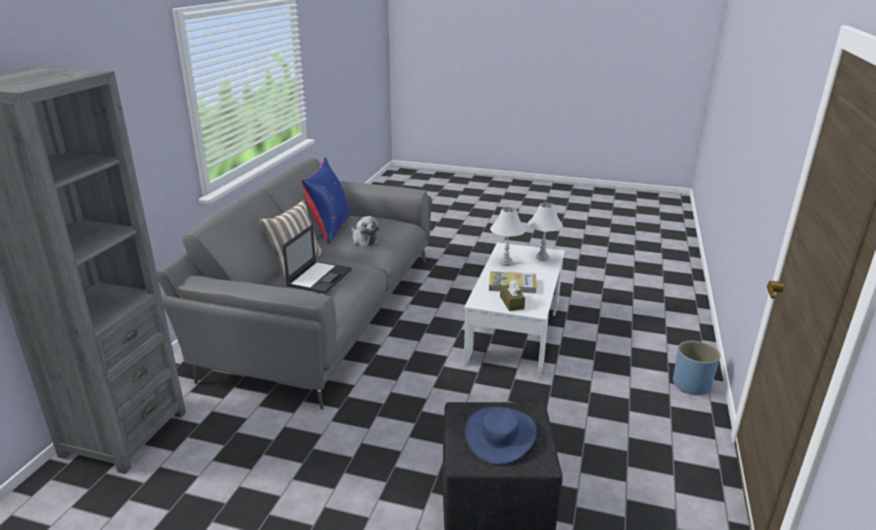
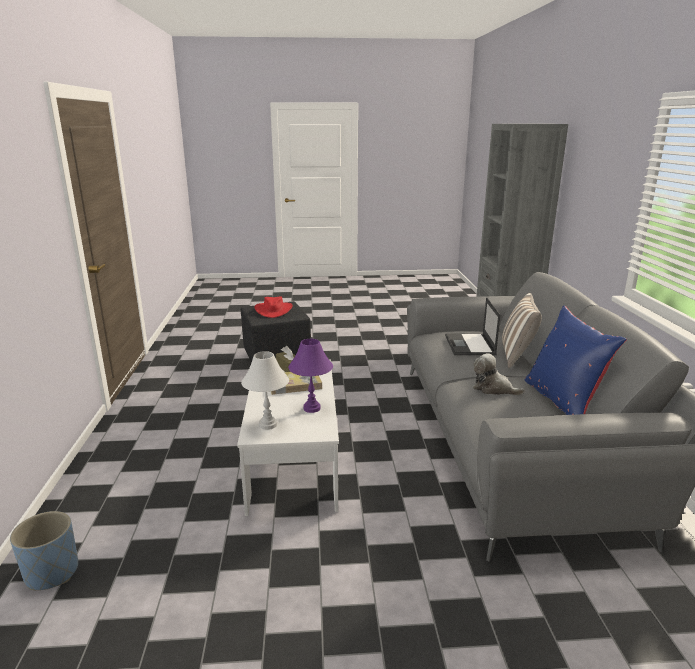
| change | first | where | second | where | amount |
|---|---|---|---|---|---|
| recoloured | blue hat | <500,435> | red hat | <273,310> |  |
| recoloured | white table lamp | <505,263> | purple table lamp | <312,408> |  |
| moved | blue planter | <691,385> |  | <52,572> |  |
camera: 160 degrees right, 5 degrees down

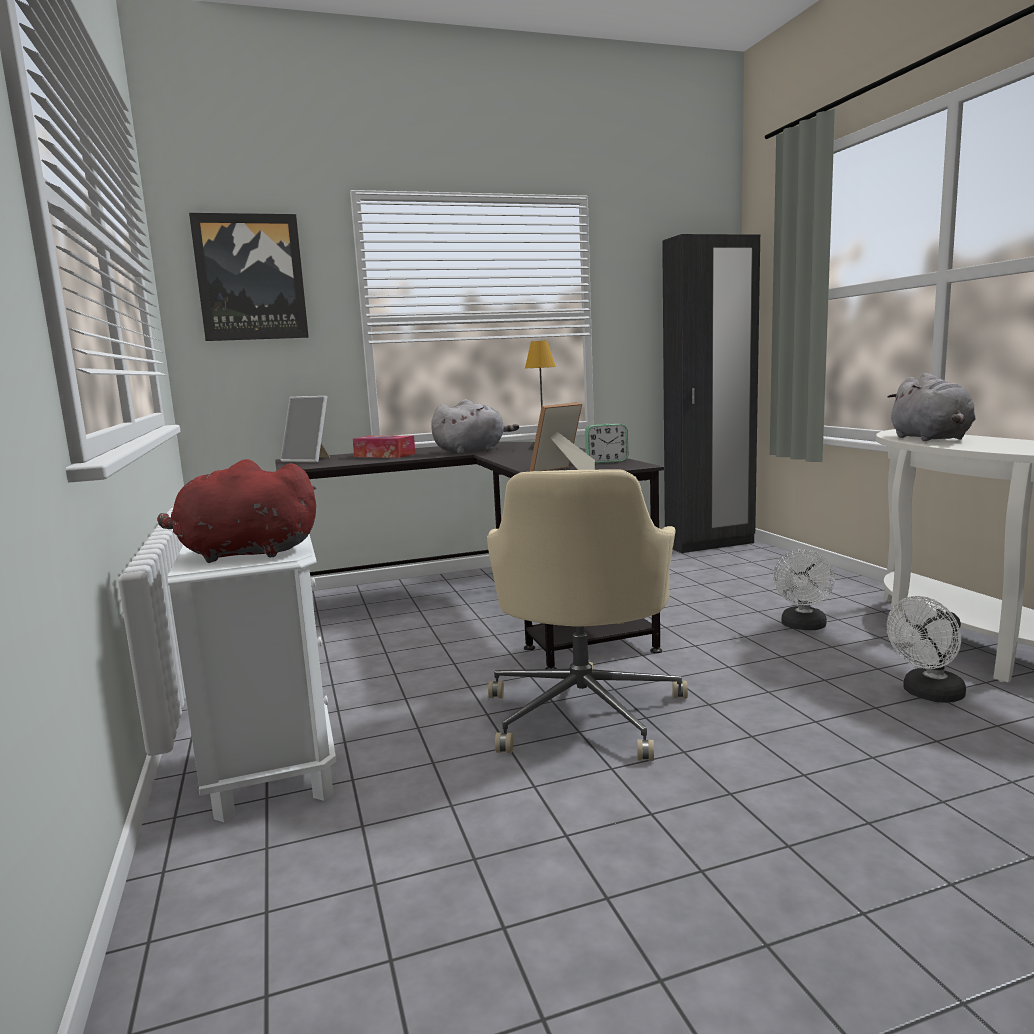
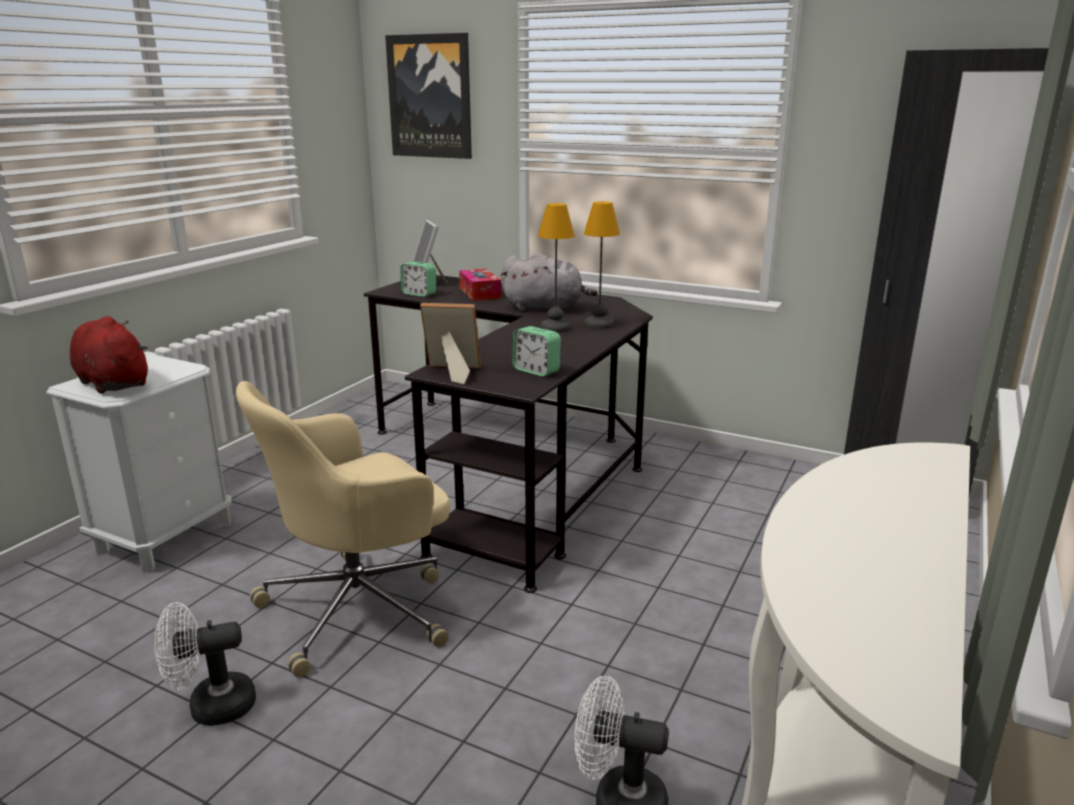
| change | first | where | second | where | amount |
|---|---|---|---|---|---|
| moved | white fan | <803,626> |  | <211,707> |  |
| removed | grey plush toy | <931,439> |  |  |  |
| added |  |  | alarm clock | <419,294> |  |
| added |  |  | table lamp | <554,328> |  |
camera: 45 degrees right, 10 degrees up

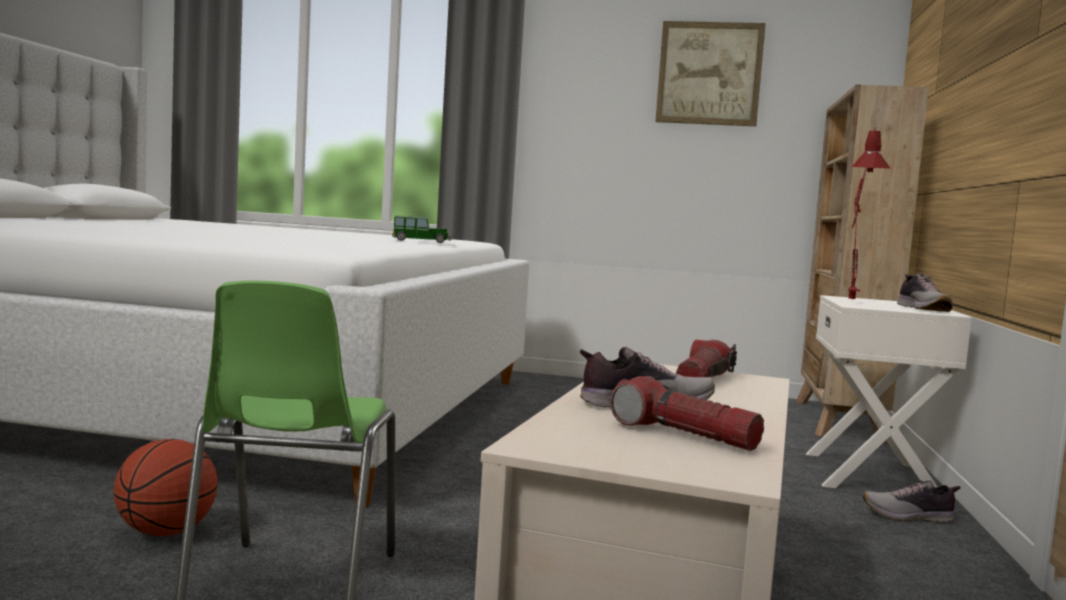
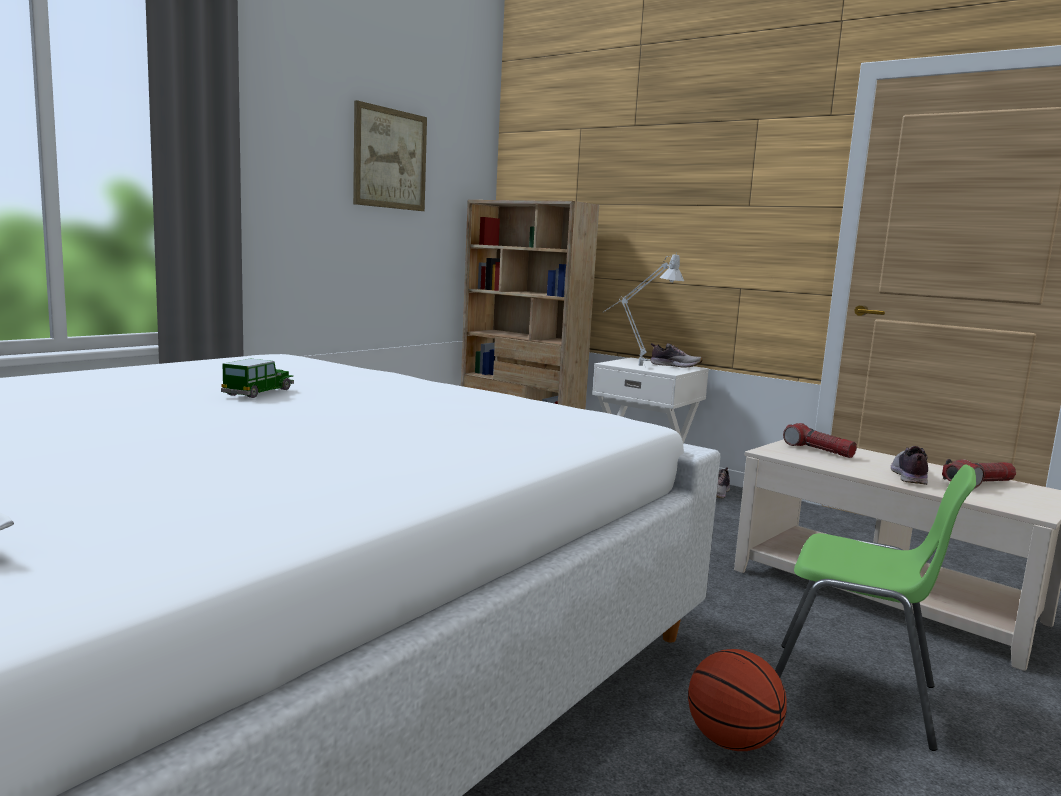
| change | first | where | second | where | amount |
|---|---|---|---|---|---|
| moved | toy car | <421,241> |  | <259,392> |  |
| recoloured | red table lamp | <850,300> | grey table lamp | <635,366> |  |
camera: 65 degrees left, 5 degrees up

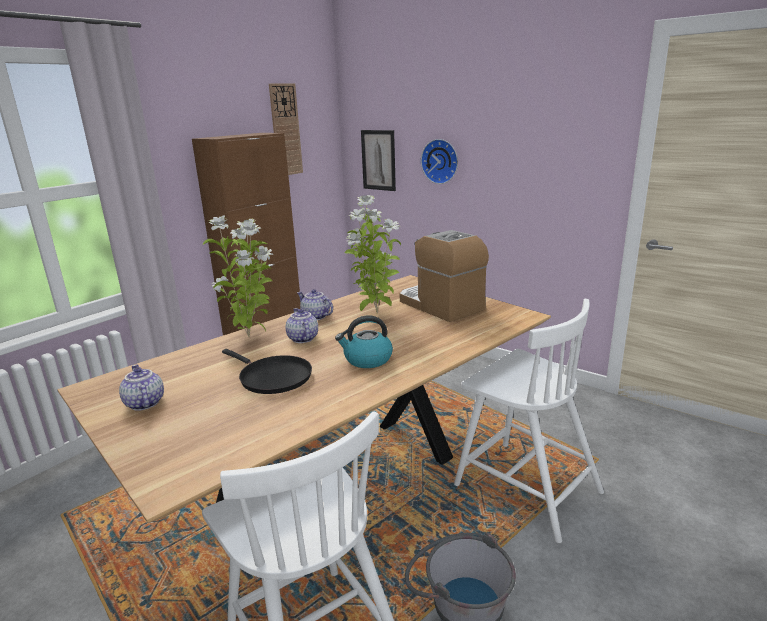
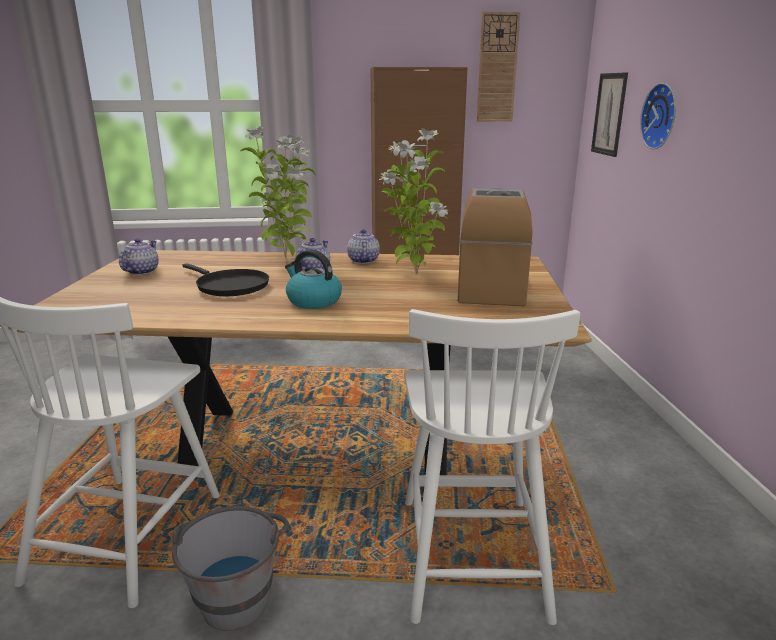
| change | first | where | second | where | amount |
|---|---|---|---|---|---|
| turned | black frying pan | <272,377> |  | <229,286> | 45 degrees counterclockwise |
camera: 45 degrees right, 0 degrees up

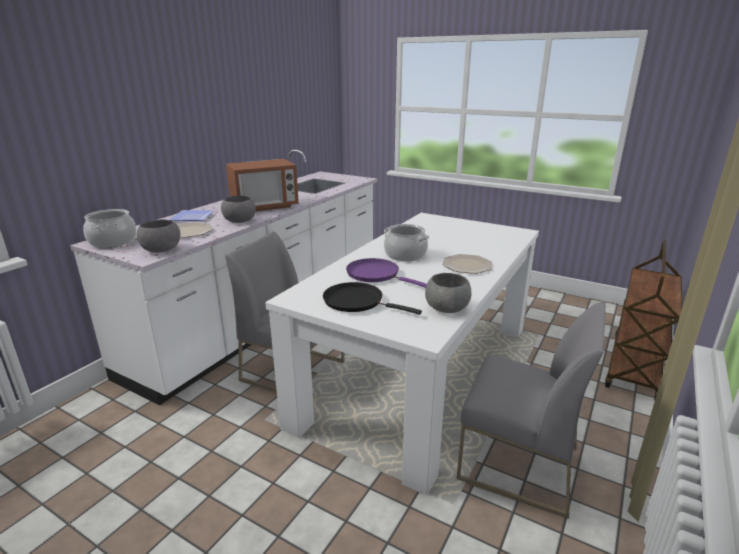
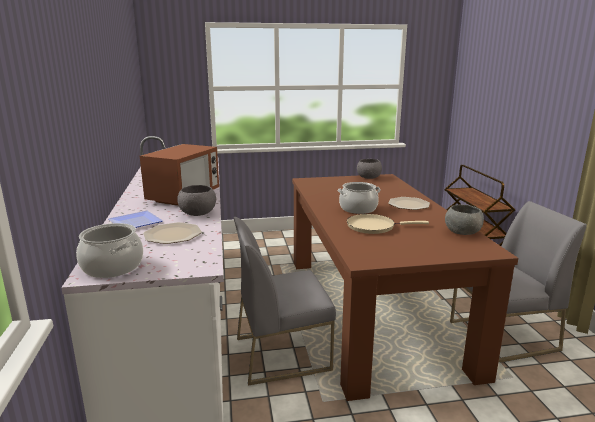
| change | first | where | second | where | amount |
|---|---|---|---|---|---|
| moved | grey bowl | <162,250> |  | <369,177> |  |
| recoloured | white dining table | <420,371> | brown dining table | <372,309> |  |
| removed | black frying pan | <357,302> |  |  |  |
| recoloured | purple frying pan | <376,274> | beige frying pan | <374,227> |  |
camera: 40 degrees left, 5 degrees down

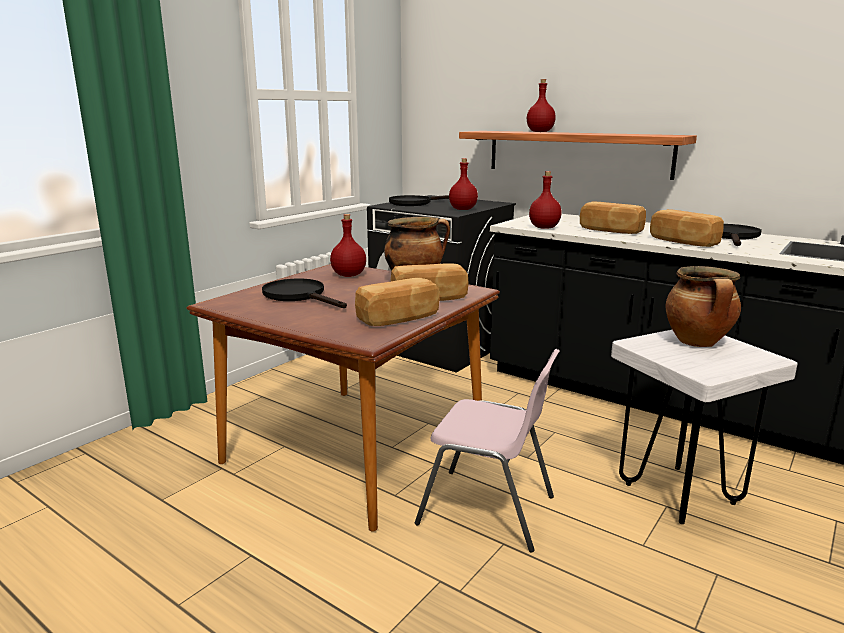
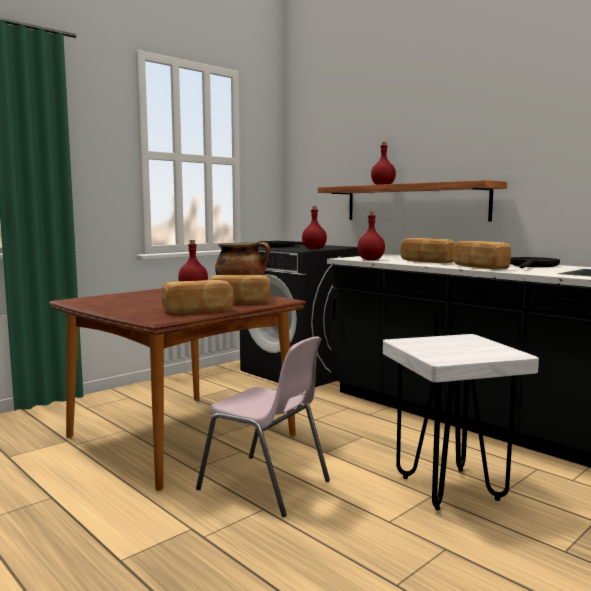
| change | first | where | second | where | amount |
|---|---|---|---|---|---|
| removed | black frying pan | <299,296> |  |  |  |
| removed | cooking pot | <698,342> |  |  |  |
camera: 10 degrees right, 10 degrees down

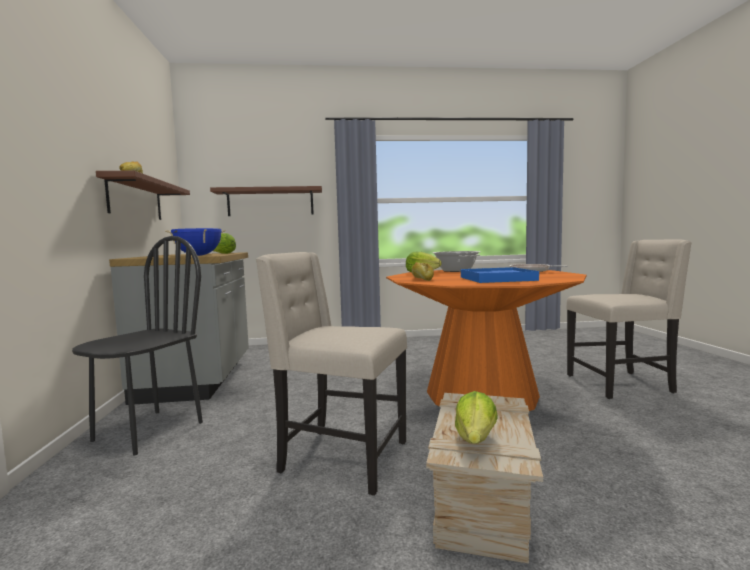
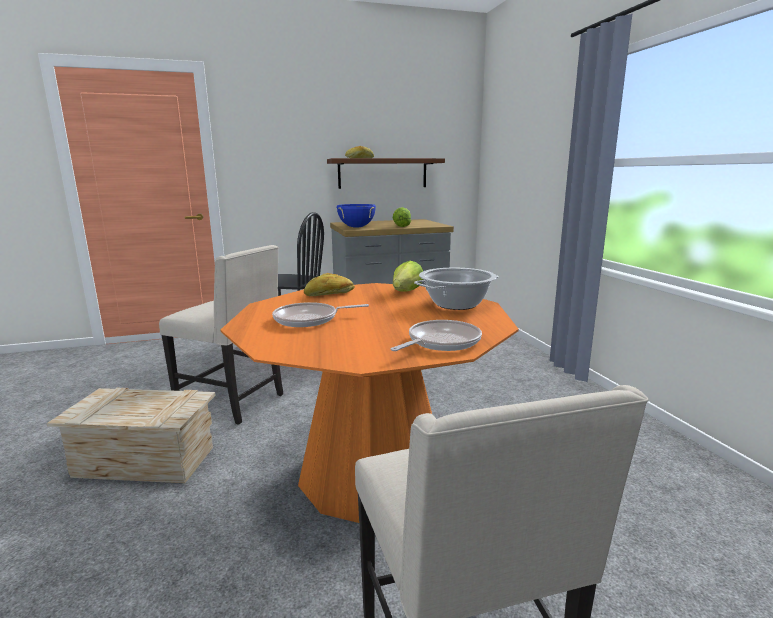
| change | first | where | second | where | amount |
|---|---|---|---|---|---|
| removed | brown shelf | <270,202> |  |  |  |
| turned | beige chair | <341,458> |  | <234,402> | 105 degrees clockwise |
| removed | lettuce | <476,439> |  |  |  |
| replaced | blue tray | <497,279> | frying pan | <310,319> |  |
camera: 80 degrees right, 10 degrees up

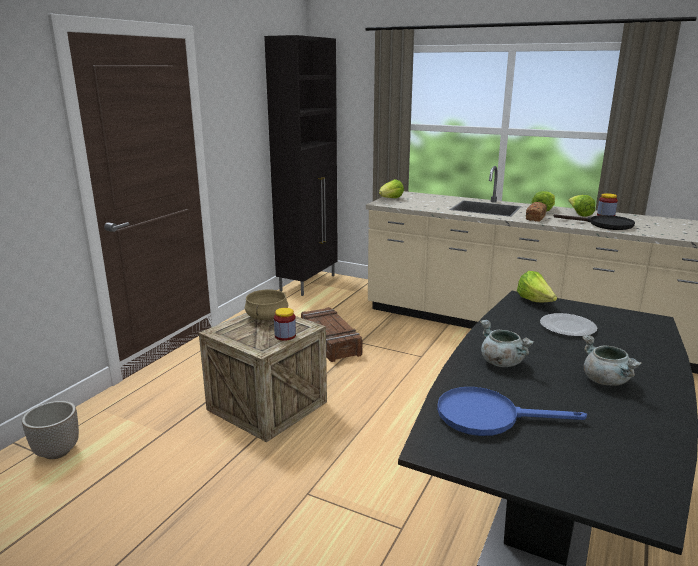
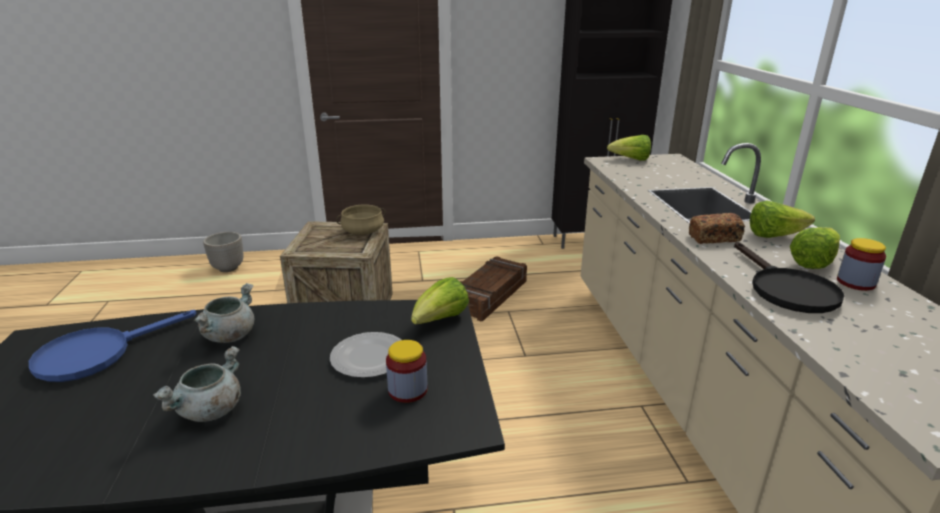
| change | first | where | second | where | amount |
|---|---|---|---|---|---|
| moved | jar | <285,336> |  | <407,390> |  |
| turned | blue frying pan | <488,416> |  | <97,353> | 105 degrees counterclockwise |
camera: 55 degrees right, 5 degrees up

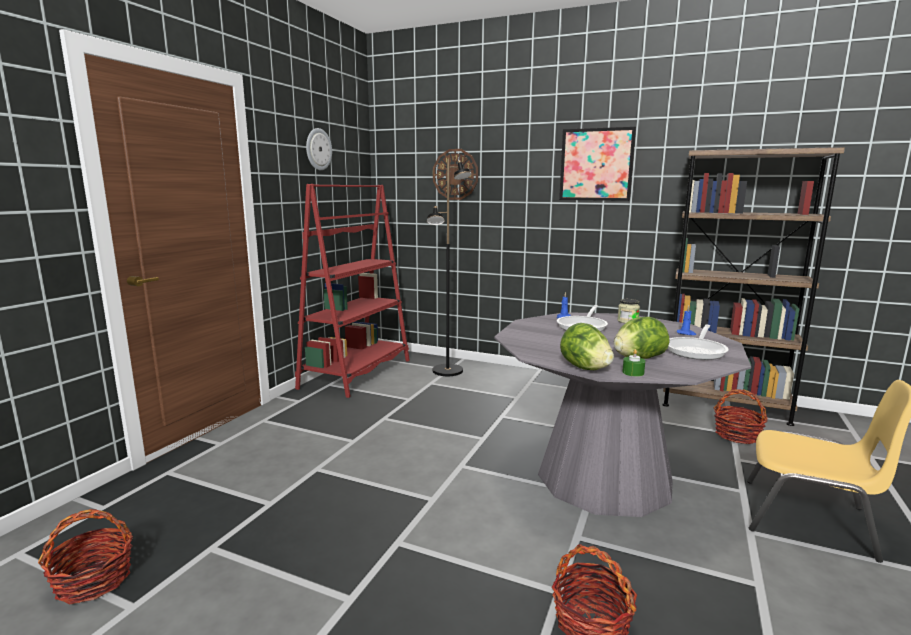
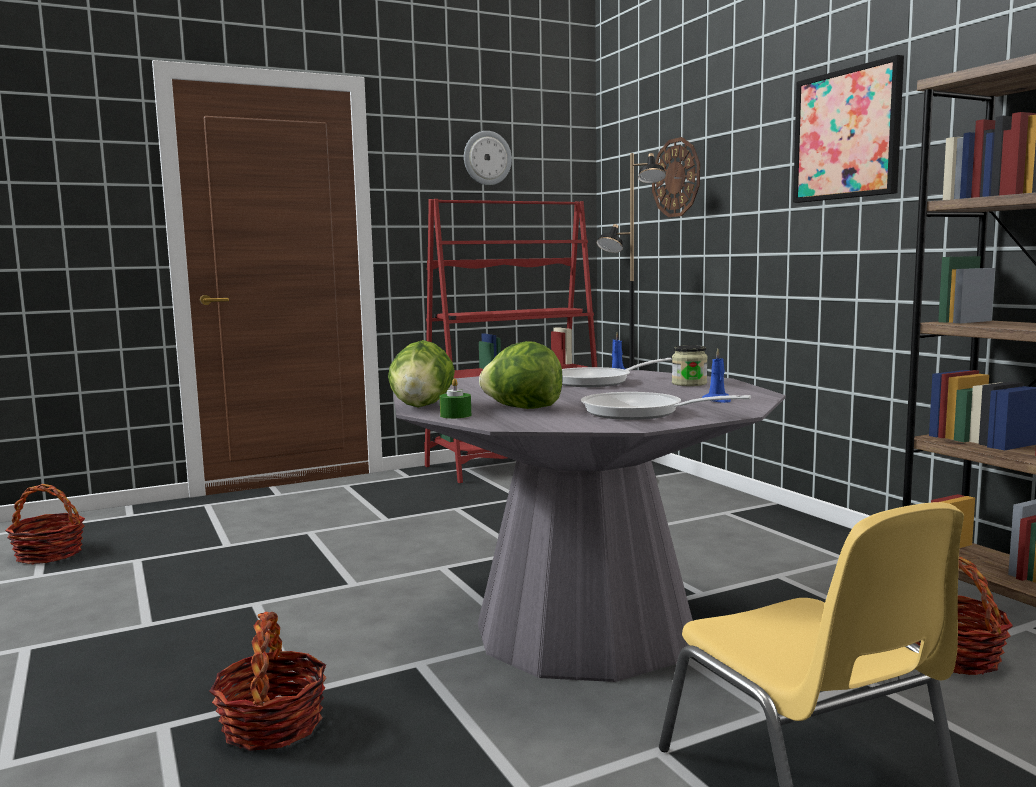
| change | first | where | second | where | amount |
|---|---|---|---|---|---|
| turned | frying pan | <696,350> |  | <640,413> | 45 degrees clockwise |
camera: 40 degrees right, 5 degrees down

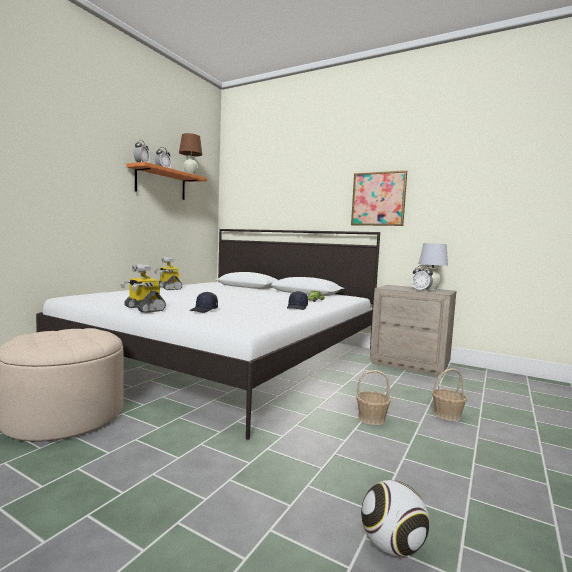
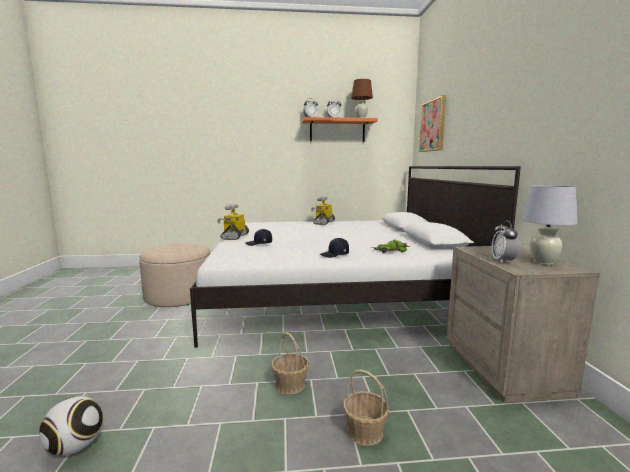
| change | first | where | second | where | amount |
|---|---|---|---|---|---|
| moved | picture | <378,199> |  | <433,125> |  |
camera: 55 degrees right, 5 degrees up

